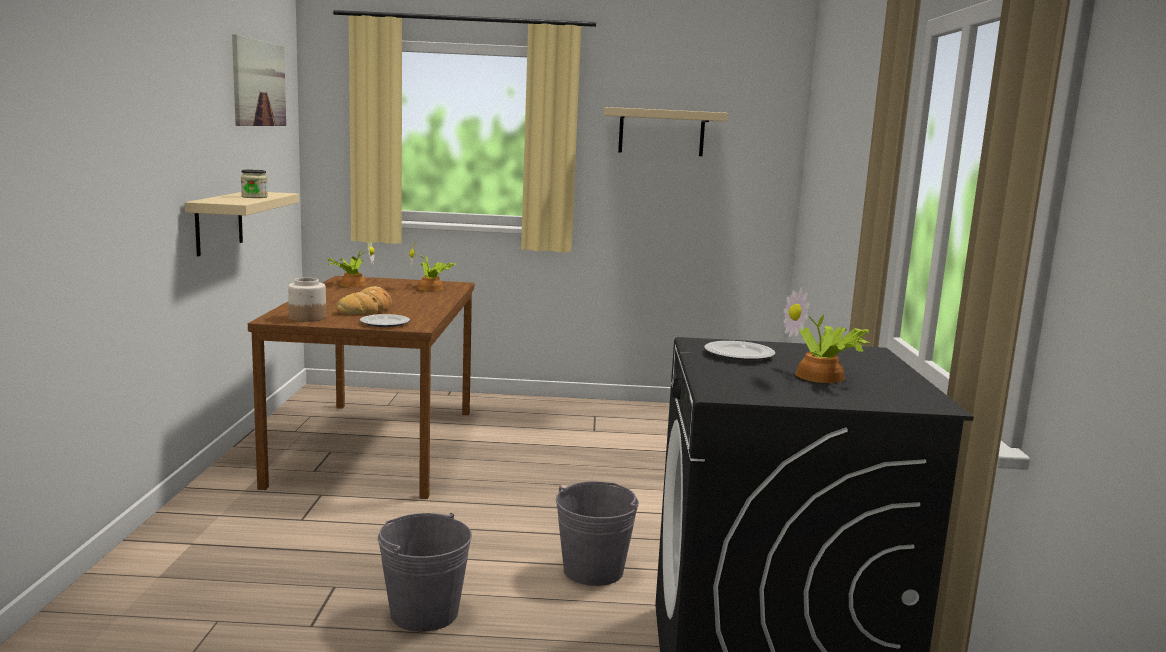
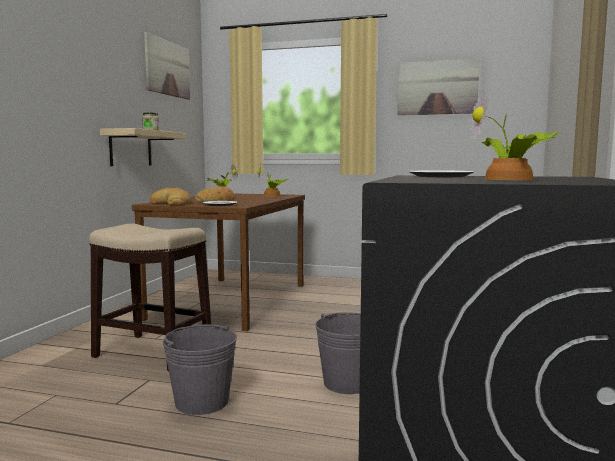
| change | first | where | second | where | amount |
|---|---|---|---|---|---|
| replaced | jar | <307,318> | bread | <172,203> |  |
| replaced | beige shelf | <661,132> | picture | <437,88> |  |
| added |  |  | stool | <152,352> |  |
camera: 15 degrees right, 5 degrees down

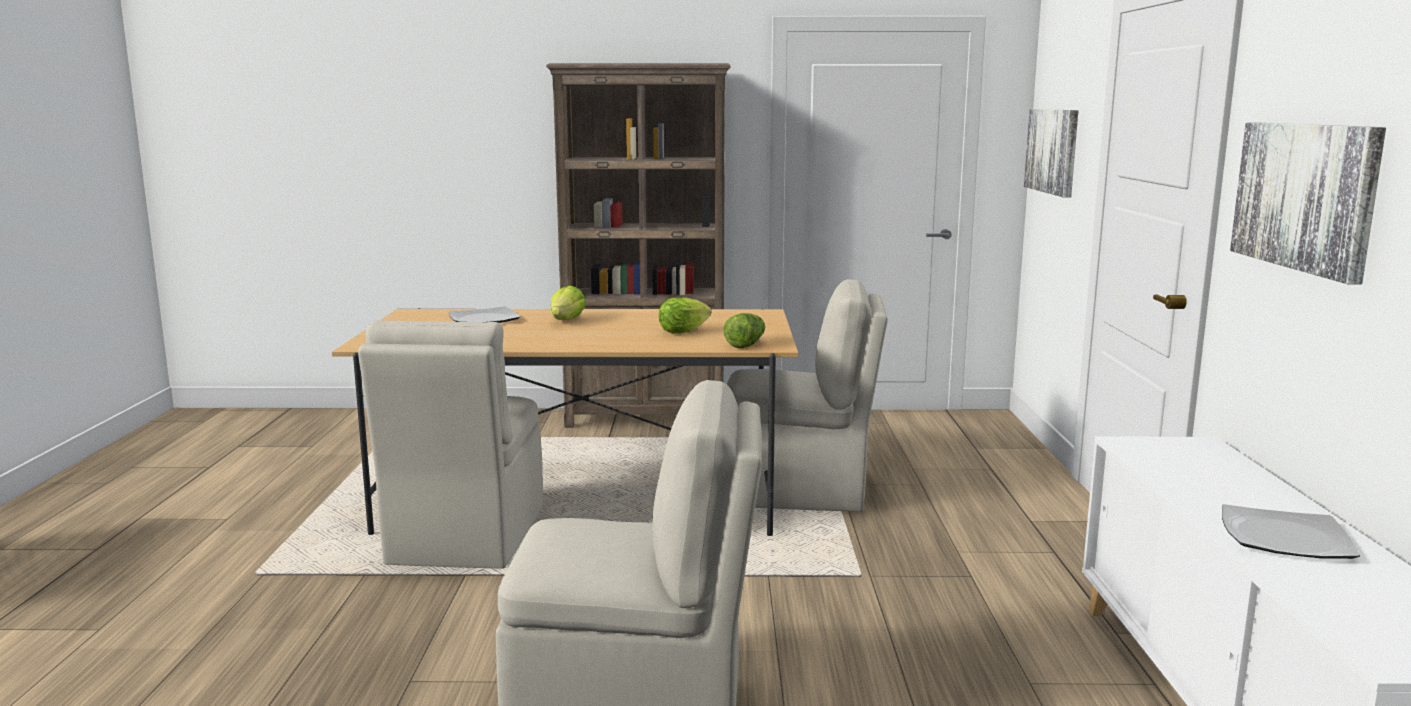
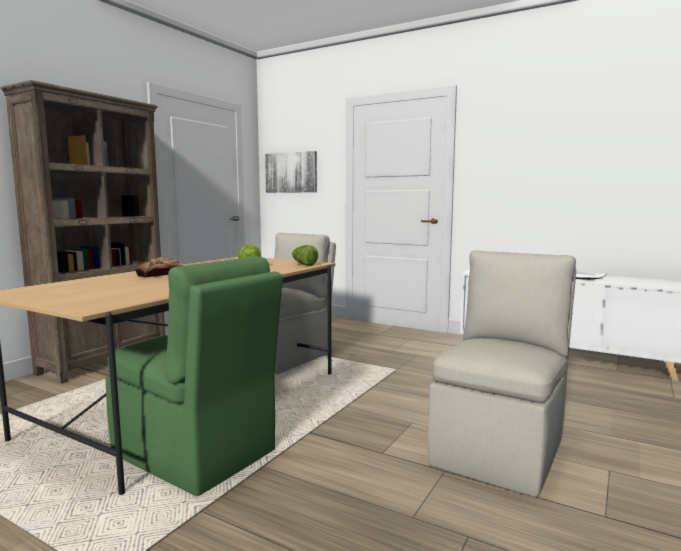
| change | first | where | second | where | amount |
|---|---|---|---|---|---|
| recoloured | beige chair | <465,537> | green chair | <197,454> |  |
| removed | plate | <484,319> |  |  |  |
| replaced | lettuce | <567,320> | bread | <160,274> |  |
| removed | picture | <1306,196> |  |  |  |
camera: 60 degrees left, 5 degrees down

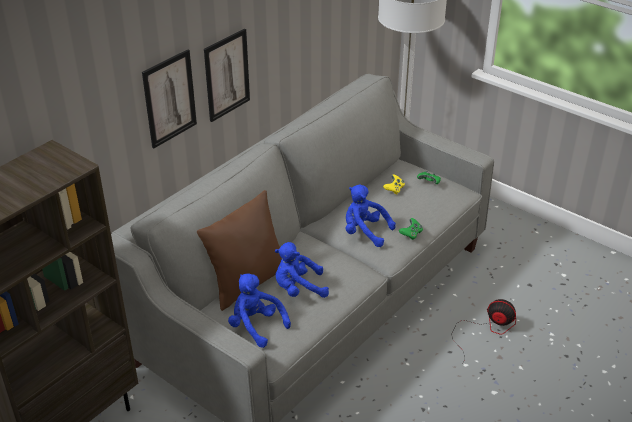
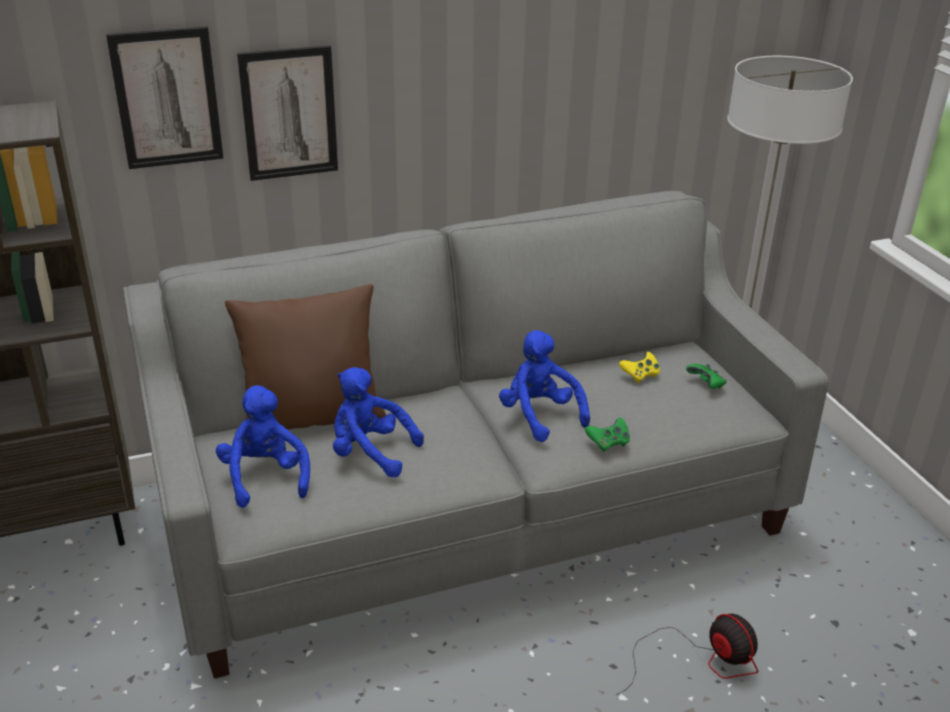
| change | first | where | second | where | amount |
|---|---|---|---|---|---|
| moved | picture | <227,75> |  | <167,98> |  |
camera: 30 degrees right, 5 degrees down

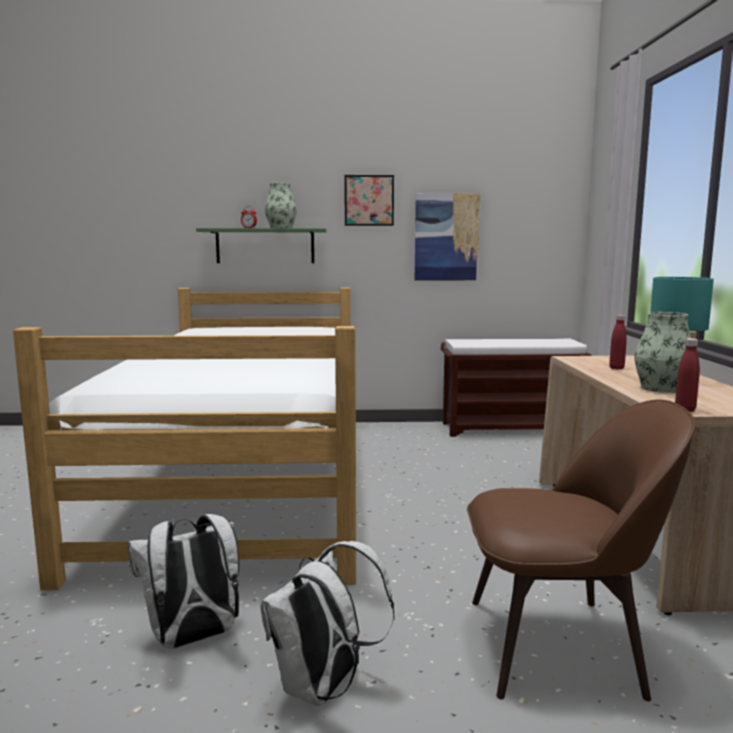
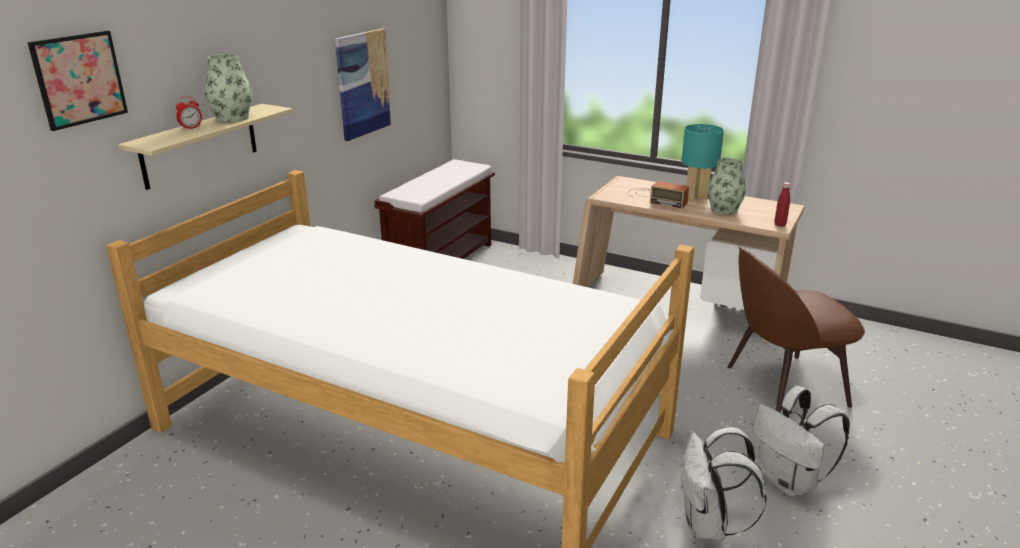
| change | first | where | second | where | amount |
|---|---|---|---|---|---|
| recoloured | green shelf | <265,246> | beige shelf | <200,145> |  |
| moved | picture | <369,200> |  | <79,79> |  |
| turned | brown chair | <560,645> |  | <781,386> | 135 degrees counterclockwise |
| replaced | red bottle | <616,368> | radio | <655,198> |  |
camera: 60 degrees left, 15 degrees up

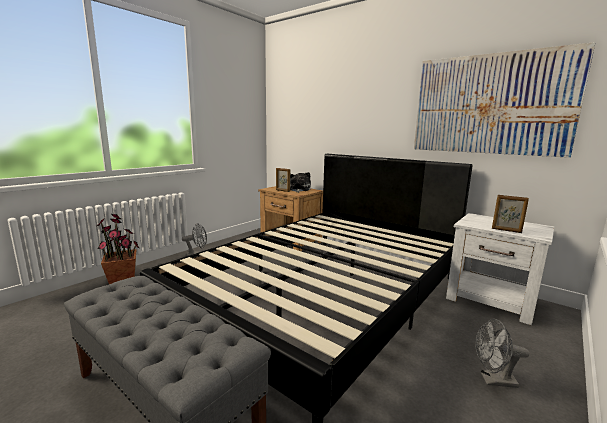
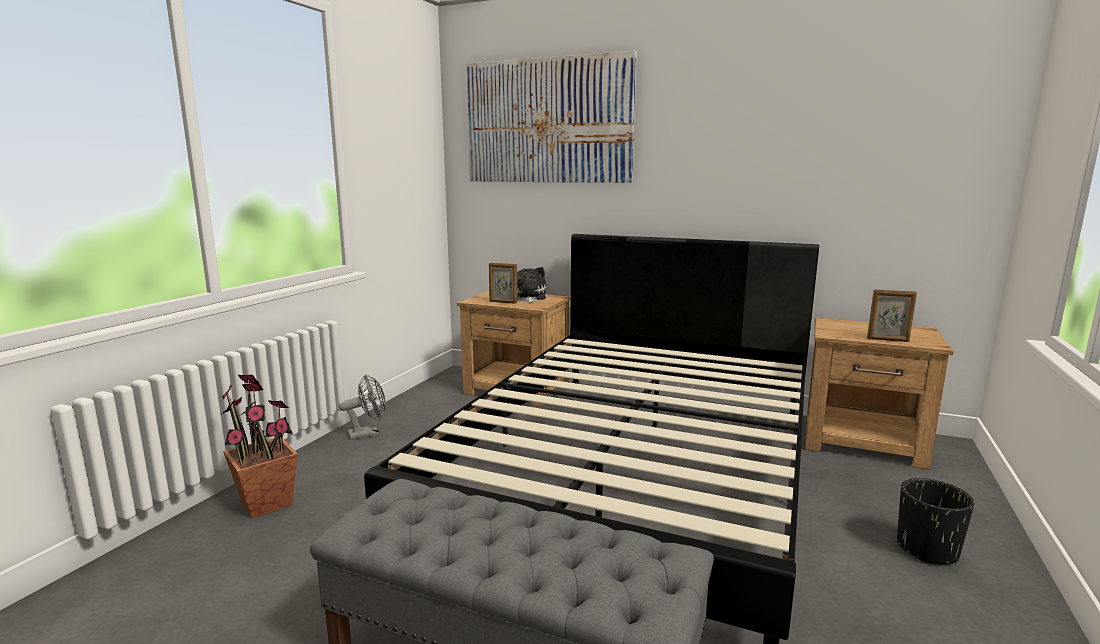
| change | first | where | second | where | amount |
|---|---|---|---|---|---|
| moved | picture | <490,104> |  | <548,121> |  |
| recoloured | white nightstand | <492,300> | brown nightstand | <864,442> |  |
| replaced | grey fan | <493,380> | black planter | <927,550> |  |
camera: 15 degrees left, 0 degrees up

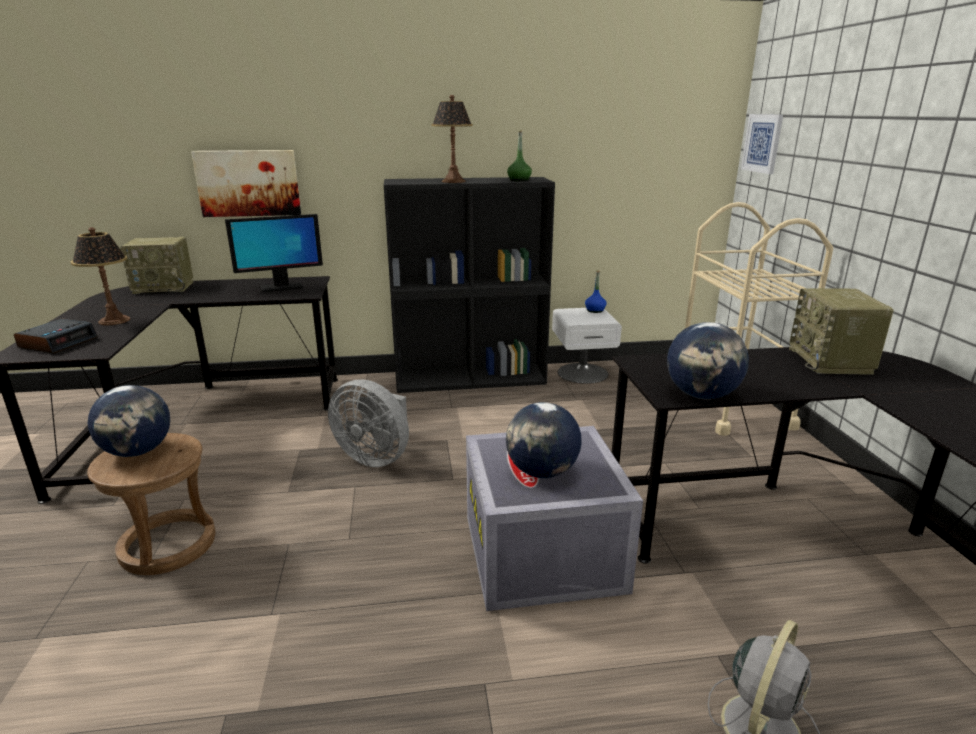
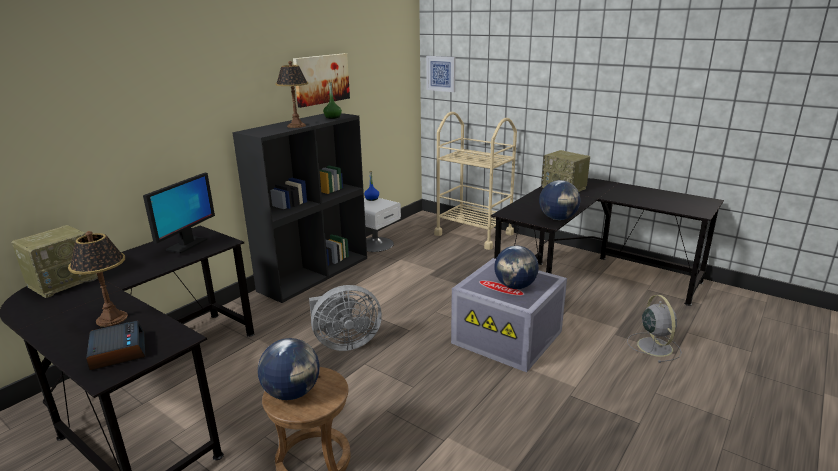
| change | first | where | second | where | amount |
|---|---|---|---|---|---|
| moved | picture | <248,183> |  | <321,79> |  |
camera: 45 degrees left, 0 degrees up

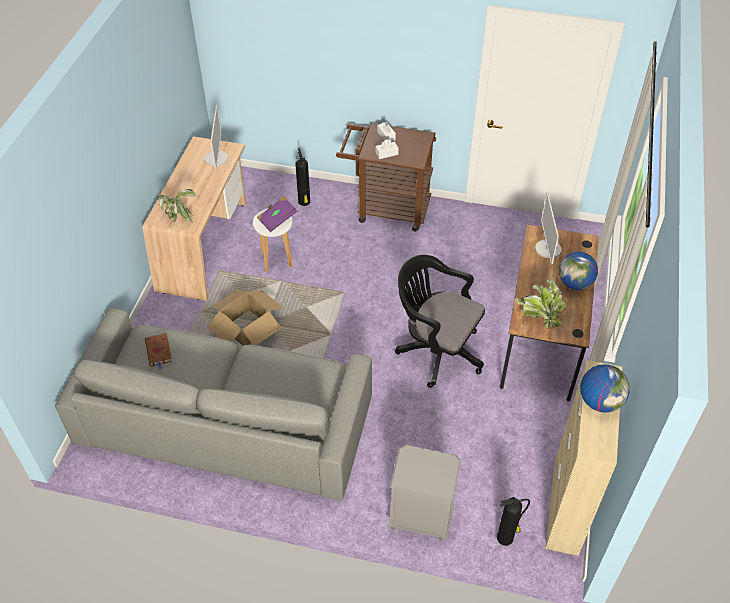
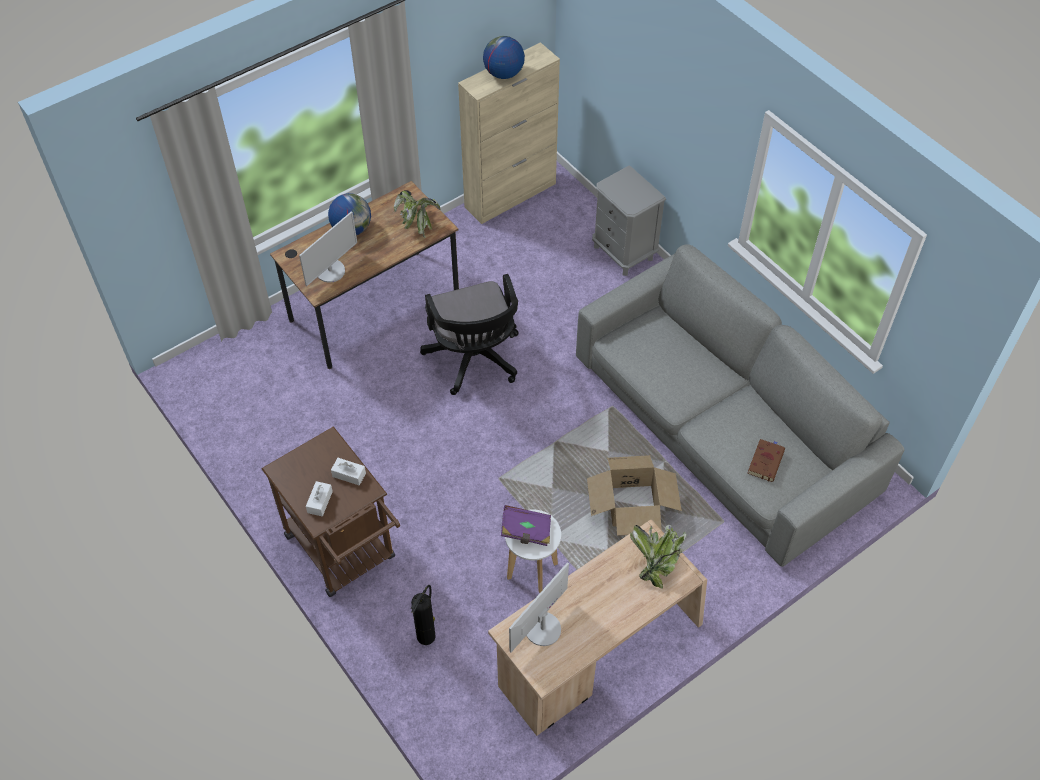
| change | first | where | second | where | amount |
|---|---|---|---|---|---|
| removed | fire extinguisher | <506,538> |  |  |  |
camera: 140 degrees left, 5 degrees up

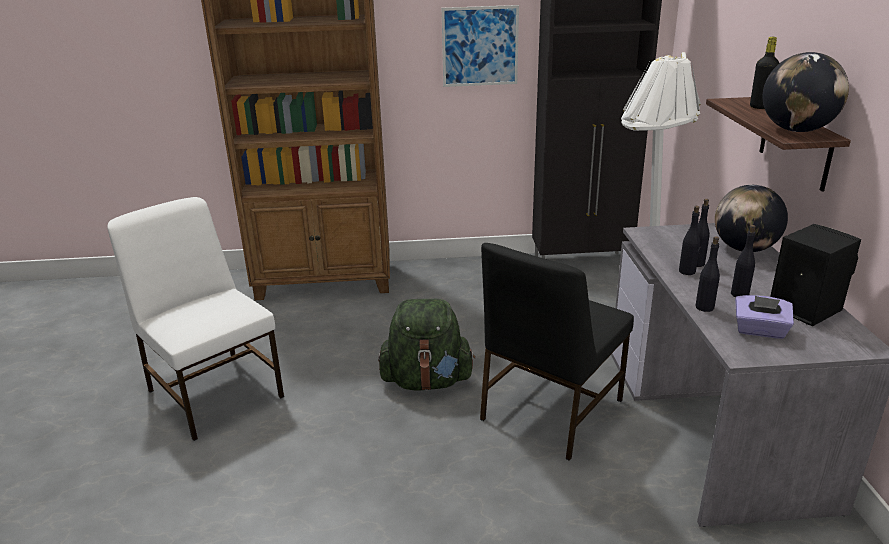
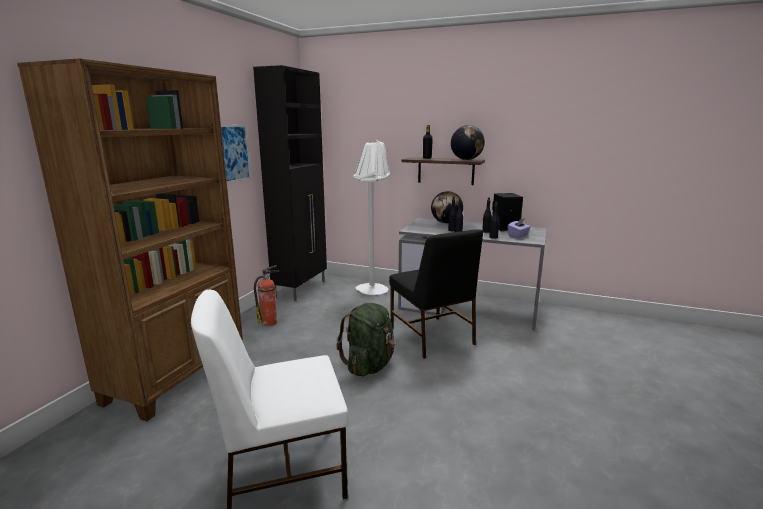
| change | first | where | second | where | amount |
|---|---|---|---|---|---|
| added |  |  | fire extinguisher | <270,322> |  |
camera: 65 degrees left, 10 degrees down

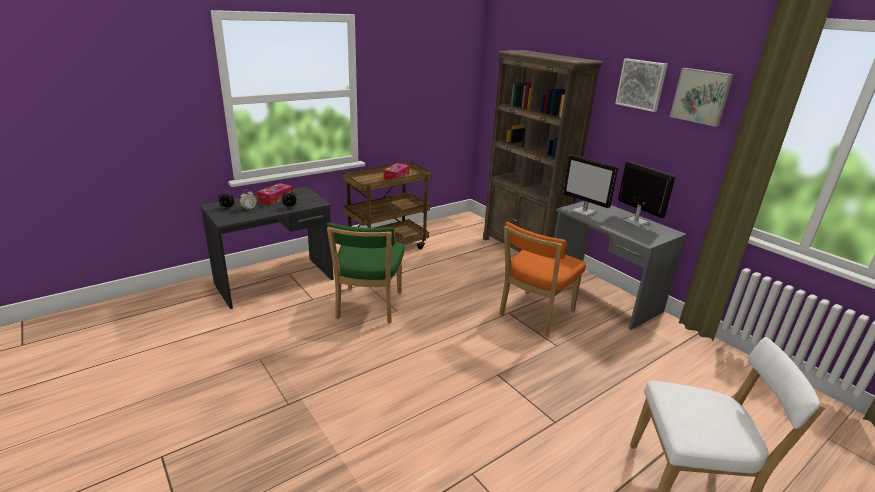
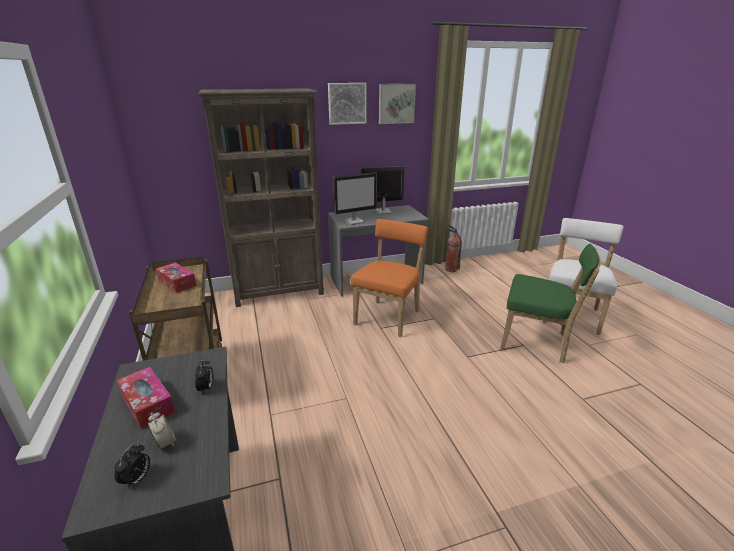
| change | first | where | second | where | amount |
|---|---|---|---|---|---|
| moved | green chair | <368,307> |  | <537,342> |  |
| turned | orange chair | <534,315> |  | <389,316> | 120 degrees counterclockwise |
| added |  |  | fire extinguisher | <450,269> |  |
camera: 70 degrees left, 0 degrees up

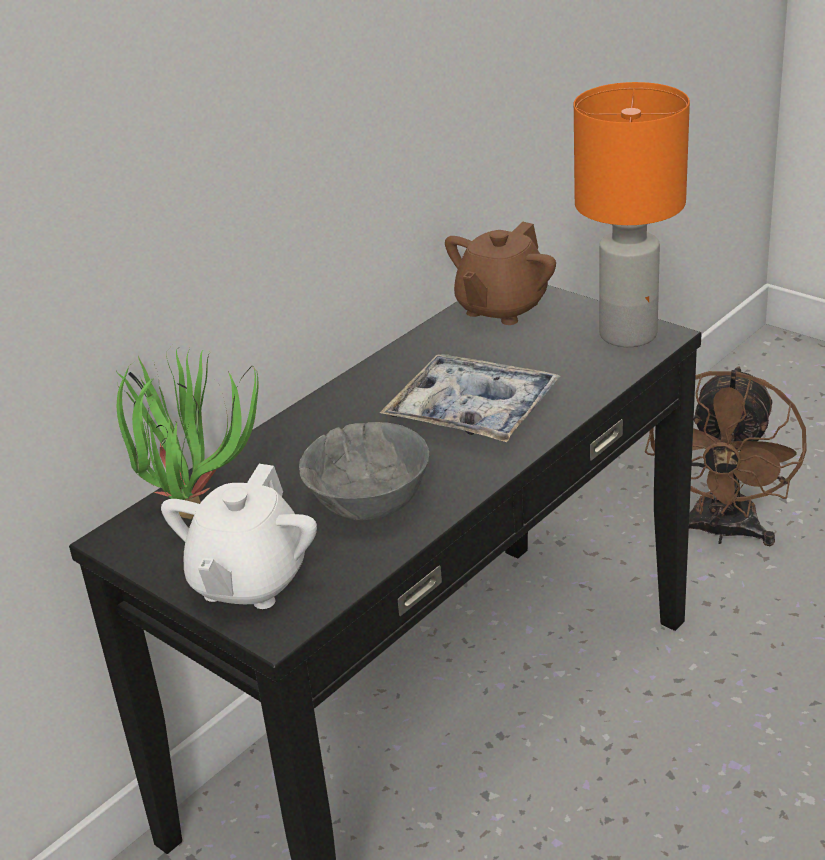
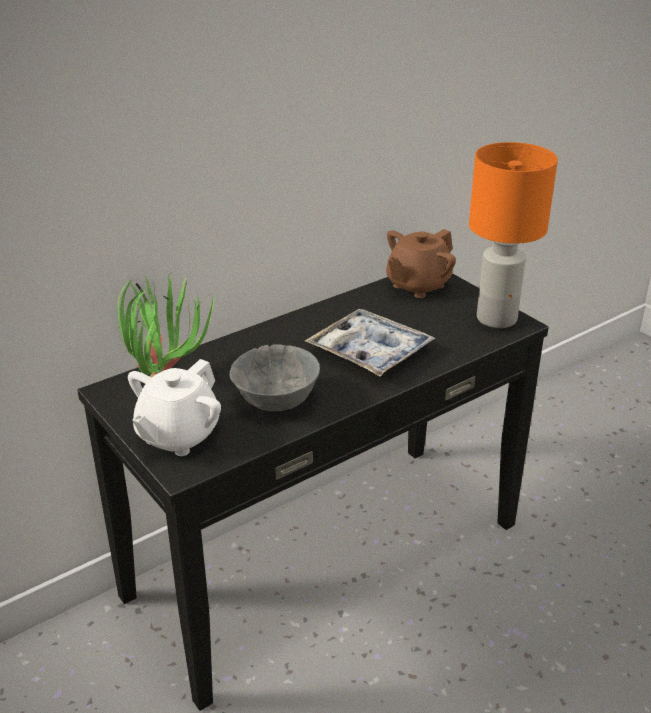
| change | first | where | second | where | amount |
|---|---|---|---|---|---|
| removed | brown fan | <722,532> |  |  |  |
camera: 10 degrees right, 0 degrees up

